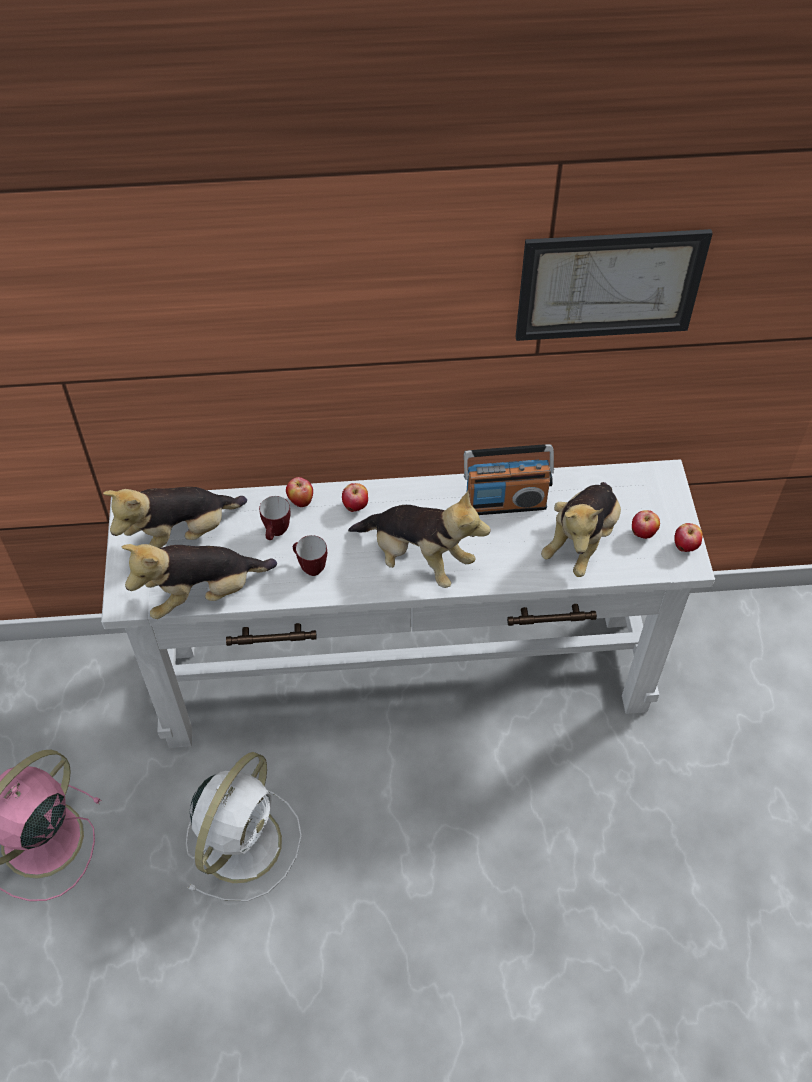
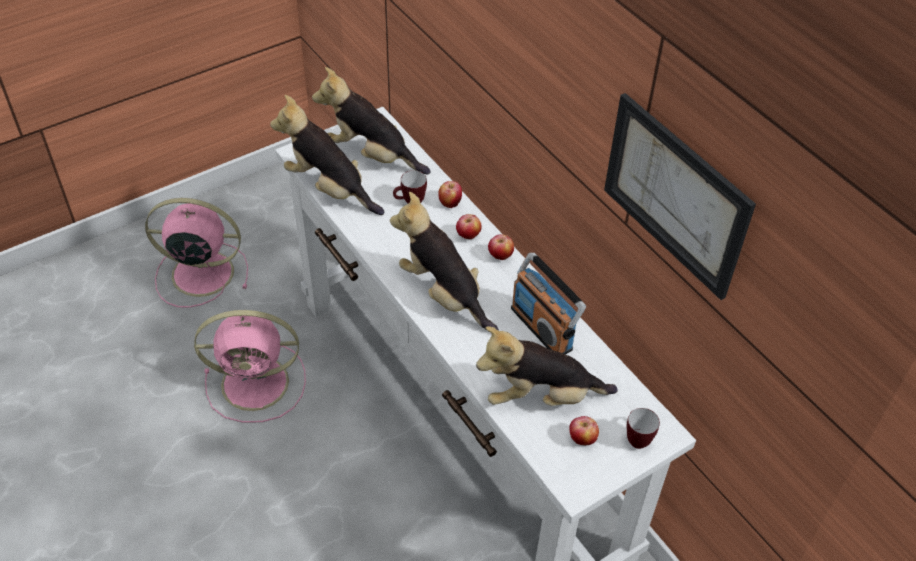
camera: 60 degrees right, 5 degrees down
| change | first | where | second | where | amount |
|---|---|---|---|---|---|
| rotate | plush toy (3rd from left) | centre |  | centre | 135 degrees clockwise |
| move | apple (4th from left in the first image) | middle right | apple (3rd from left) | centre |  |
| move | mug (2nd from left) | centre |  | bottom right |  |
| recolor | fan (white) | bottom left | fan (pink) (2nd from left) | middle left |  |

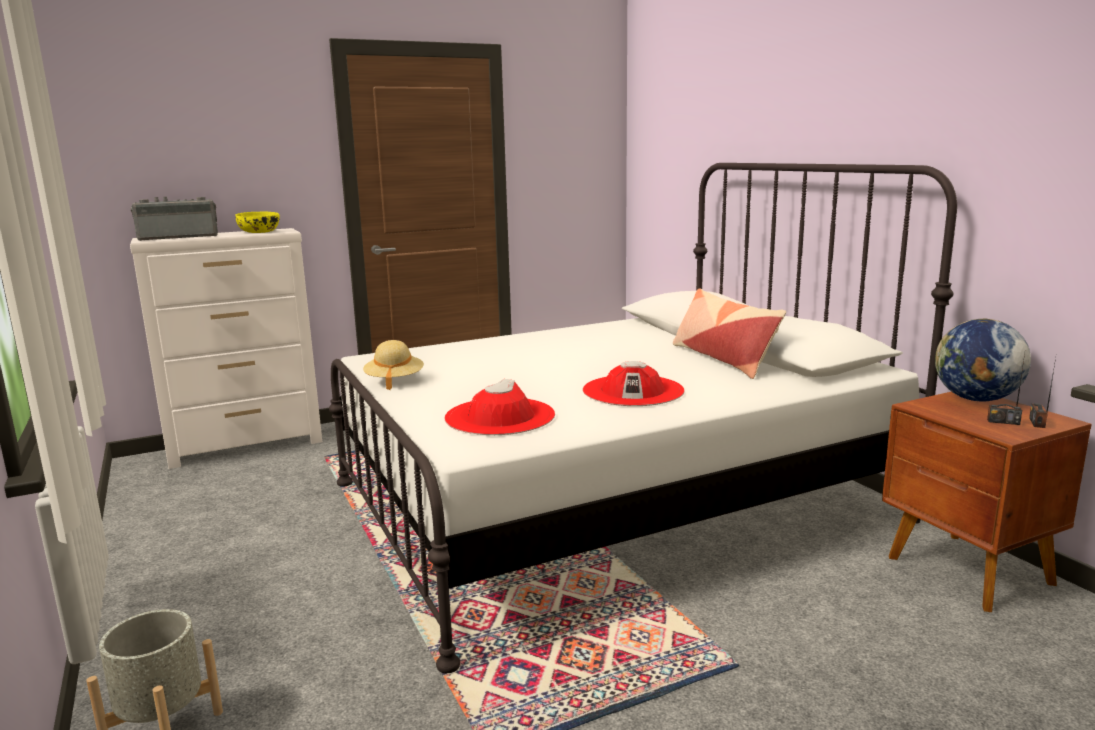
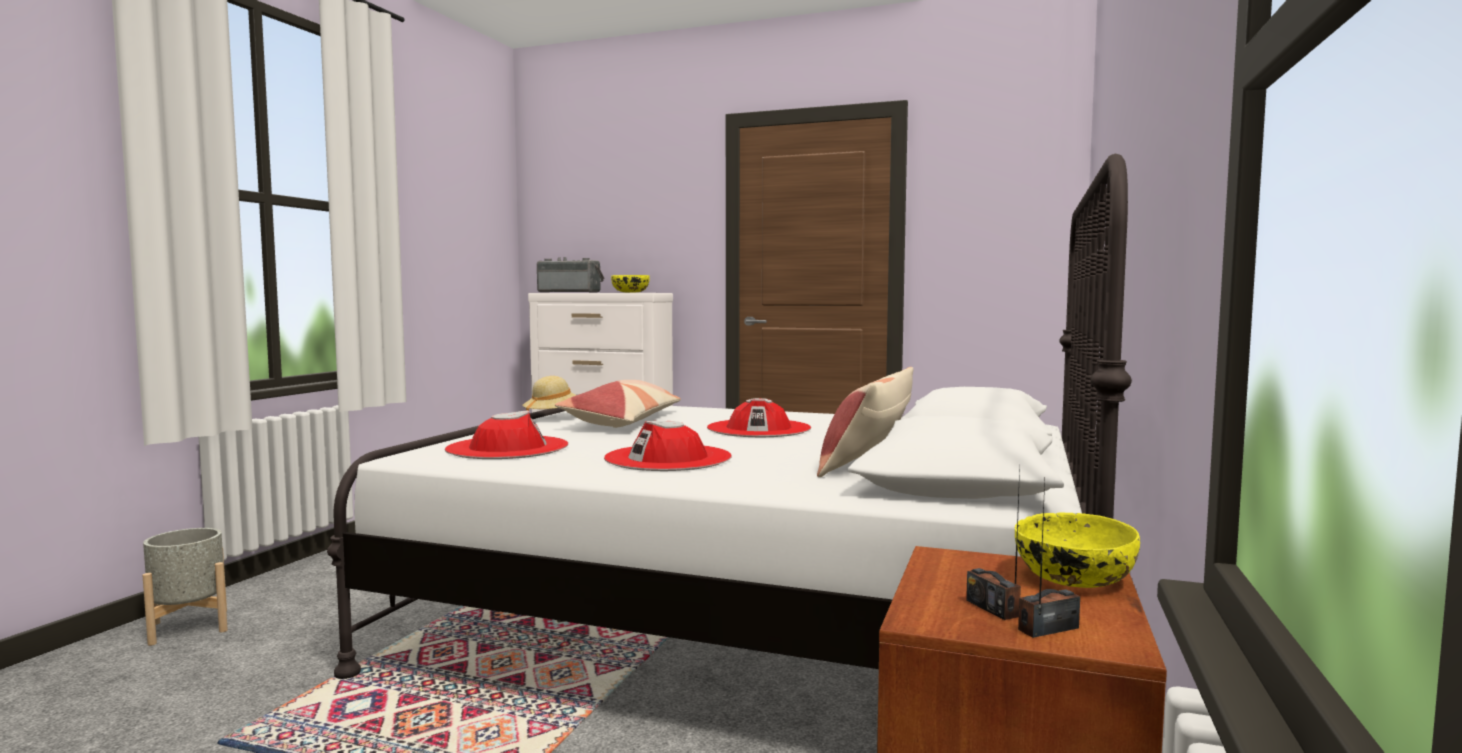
camera: 45 degrees right, 10 degrees down
| change | first | where | second | where | amount |
|---|---|---|---|---|---|
| replace | globe | middle right | bowl (yellow) (2nd from left) | bottom right |  |
| insert |  |  | pillow (1st from left) | centre |  |
| insert |  |  | hat (red) (3rd from left) | centre |  |

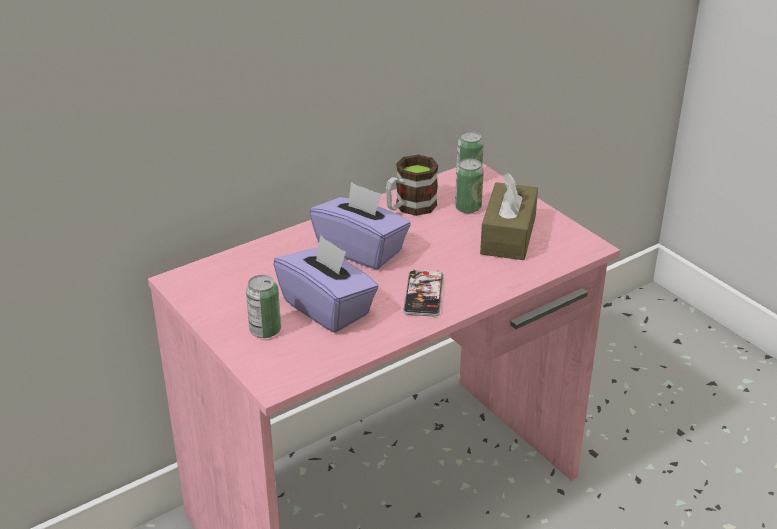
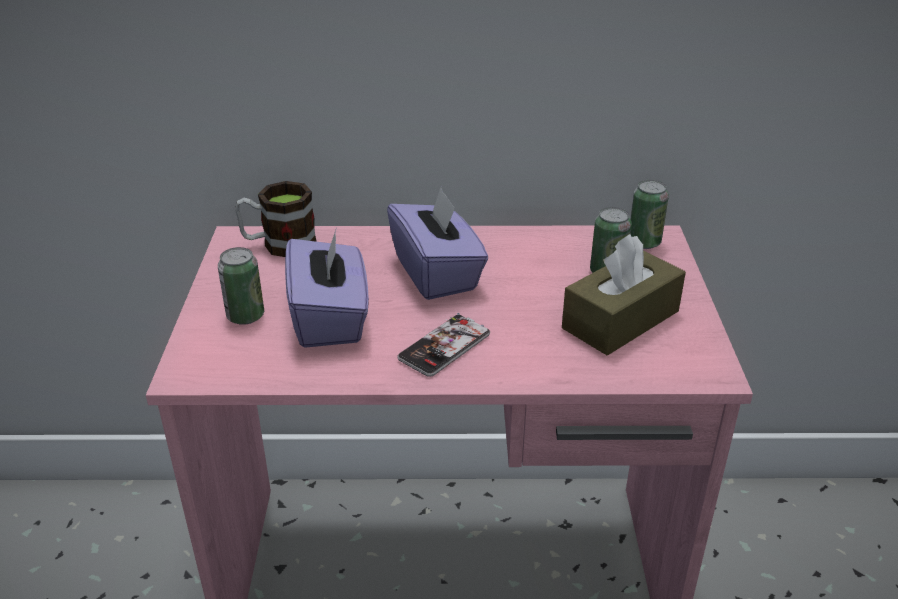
camera: 35 degrees right, 0 degrees up
| change | first | where | second | where | amount |
|---|---|---|---|---|---|
| move | mug | centre |  | middle left |  |

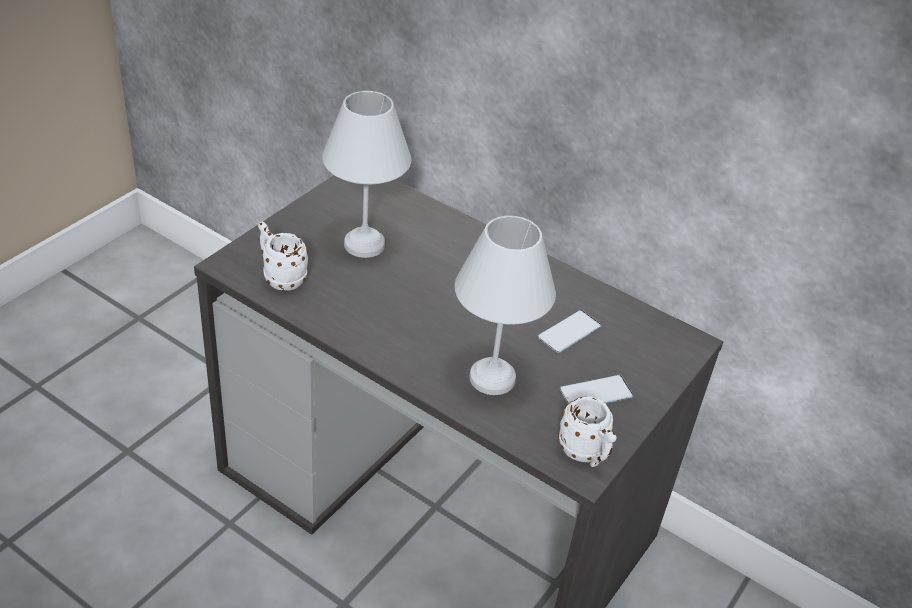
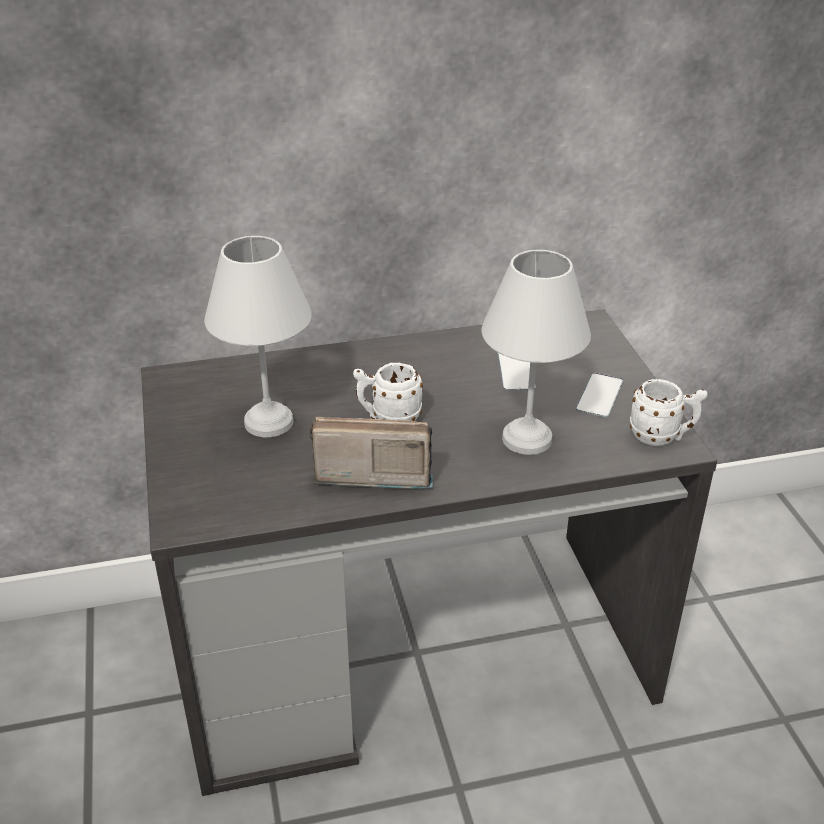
camera: 45 degrees left, 5 degrees down
| change | first | where | second | where | amount |
|---|---|---|---|---|---|
| move | mug (white) (1st from left) | middle left |  | centre |  |
| insert |  |  | radio | centre |  |

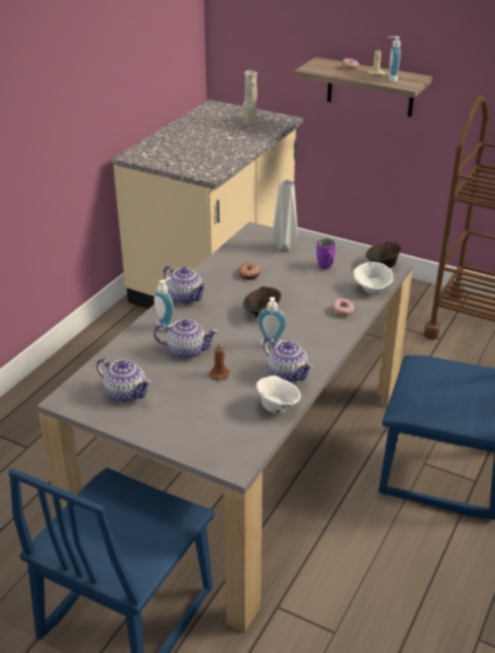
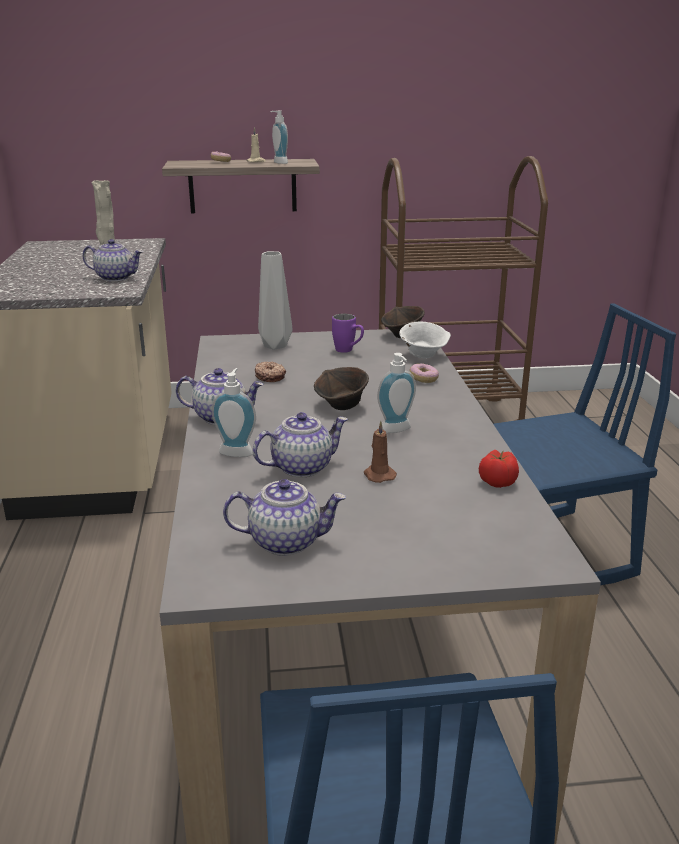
camera: 35 degrees left, 10 degrees down
| change | first | where | second | where | amount |
|---|---|---|---|---|---|
| move | teapot (4th from left in the first image) | centre | teapot (1st from left) | top left |  |
| replace | bowl (white) (1st from left) | centre | tomato | middle right |  |

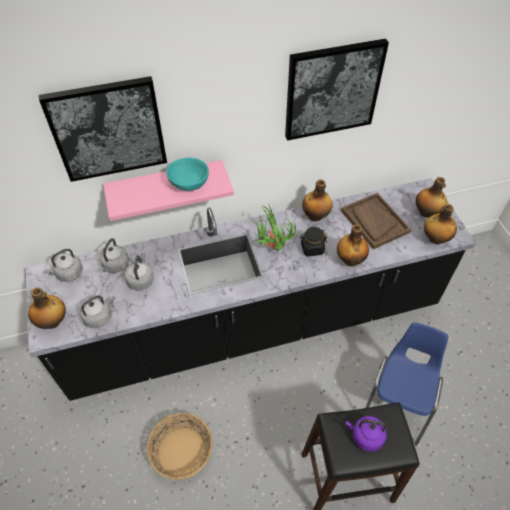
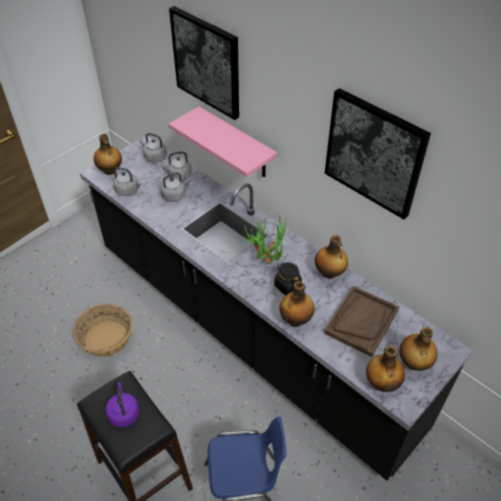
camera: 60 degrees right, 5 degrees down
| change | first | where | second | where | amount |
|---|---|---|---|---|---|
| delete | bowl (turquoise) | centre |  |  |  |

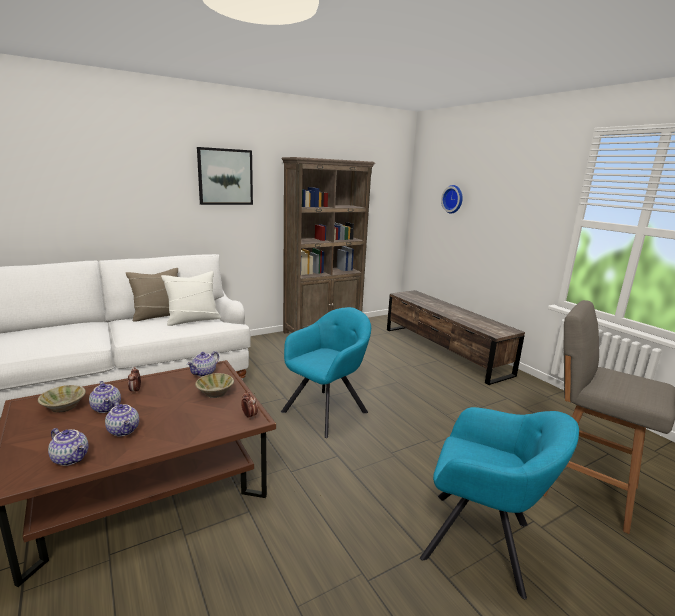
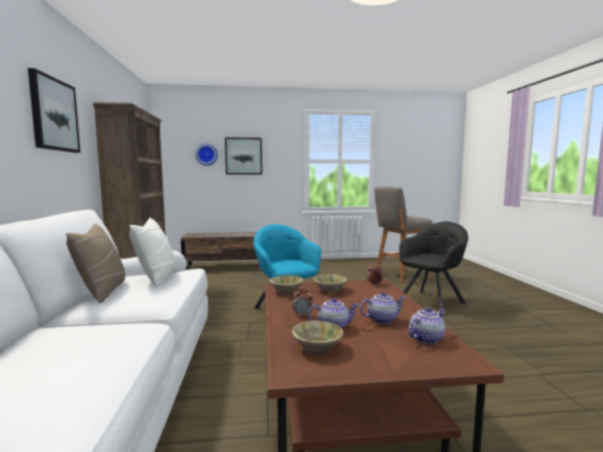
camera: 65 degrees left, 10 degrees down
| change | first | where | second | where | amount |
|---|---|---|---|---|---|
| replace | teapot (4th from left) | middle left | bowl (beige) (1st from left) | centre |  |
| recolor | armchair (turquoise) (2nd from left) | bottom right | armchair (black) | middle right |  |
| insert |  |  | picture (2nd from left) | centre |  |

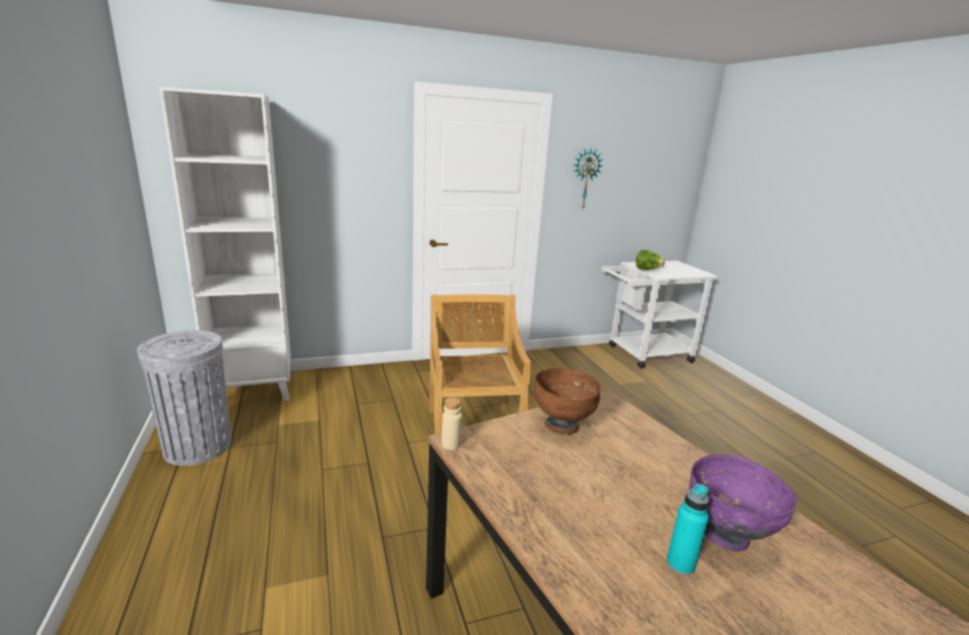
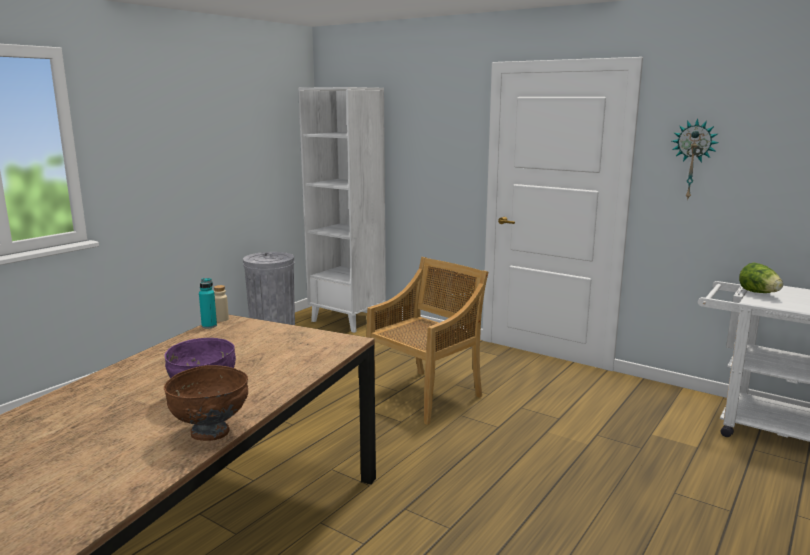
camera: 55 degrees right, 5 degrees down
| change | first | where | second | where | amount |
|---|---|---|---|---|---|
| move | bowl (brown) | centre |  | bottom left |  |
| move | bottle (turquoise) | bottom right |  | middle left |  |

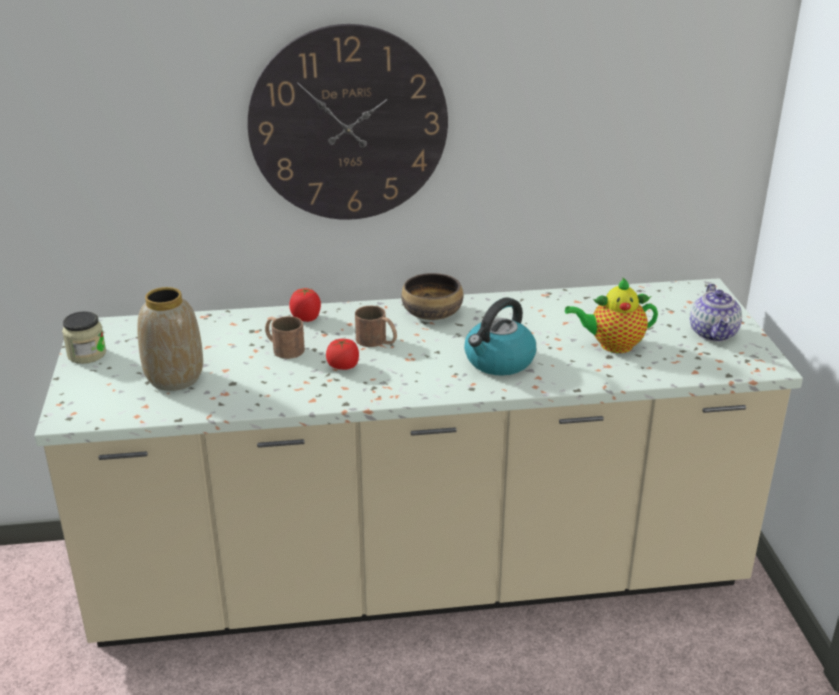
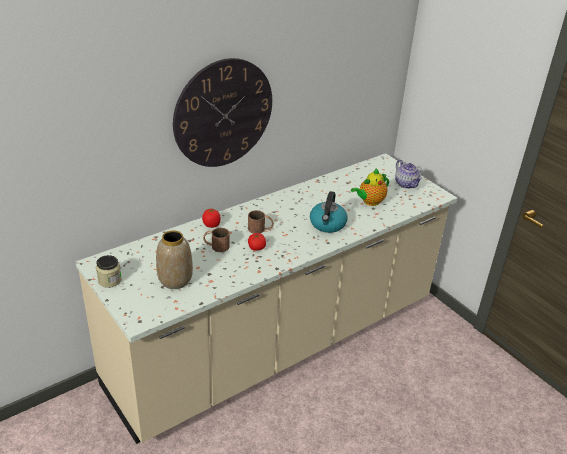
camera: 30 degrees left, 5 degrees up
| change | first | where | second | where | amount |
|---|---|---|---|---|---|
| delete | bowl | centre |  |  |  |

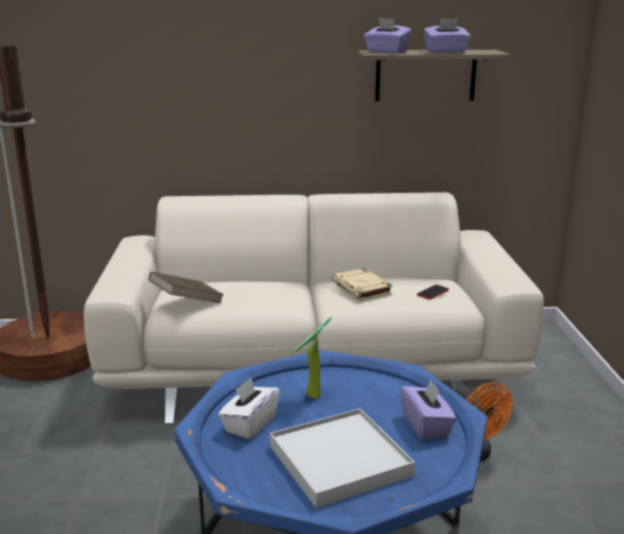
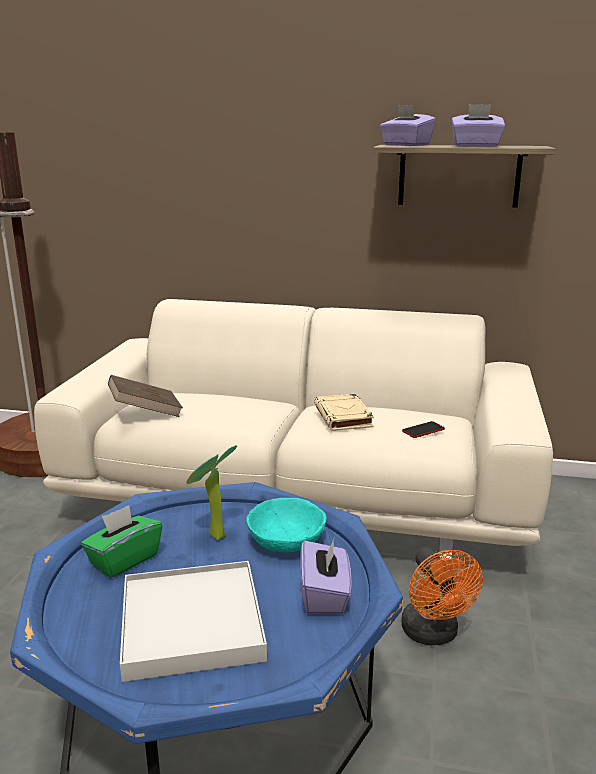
camera: 15 degrees right, 0 degrees up
| change | first | where | second | where | amount |
|---|---|---|---|---|---|
| recolor | tissue box (white) | bottom centre | tissue box (green) | bottom left |  |
| insert |  |  | bowl (turquoise) | bottom centre |  |

